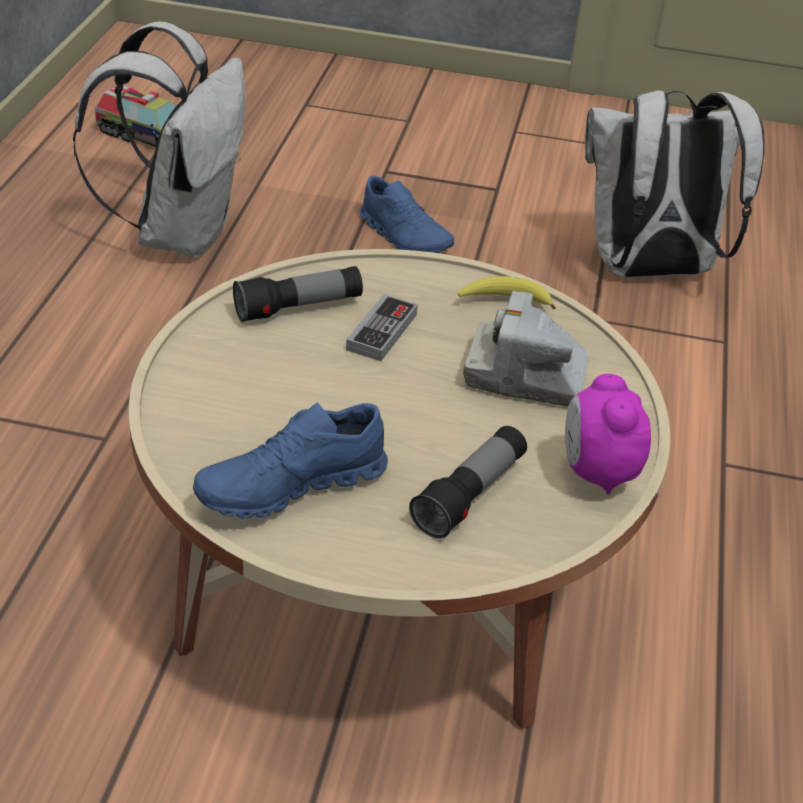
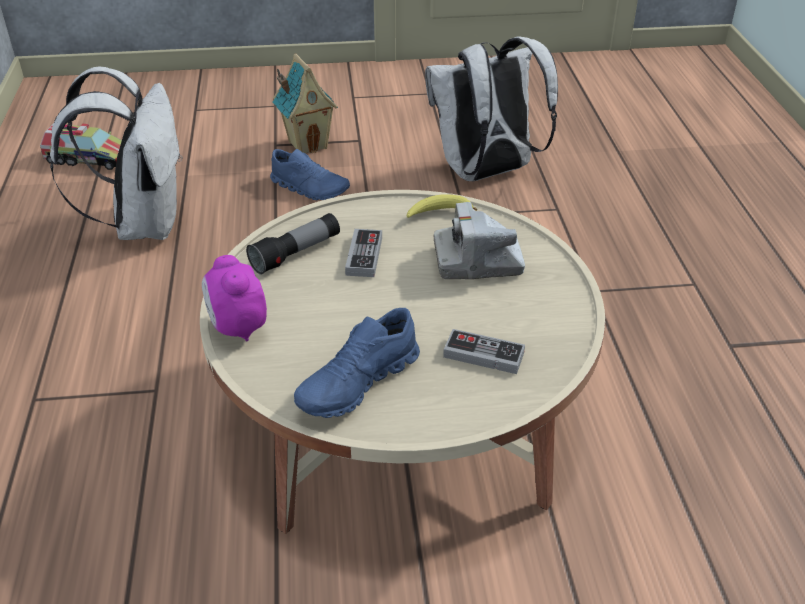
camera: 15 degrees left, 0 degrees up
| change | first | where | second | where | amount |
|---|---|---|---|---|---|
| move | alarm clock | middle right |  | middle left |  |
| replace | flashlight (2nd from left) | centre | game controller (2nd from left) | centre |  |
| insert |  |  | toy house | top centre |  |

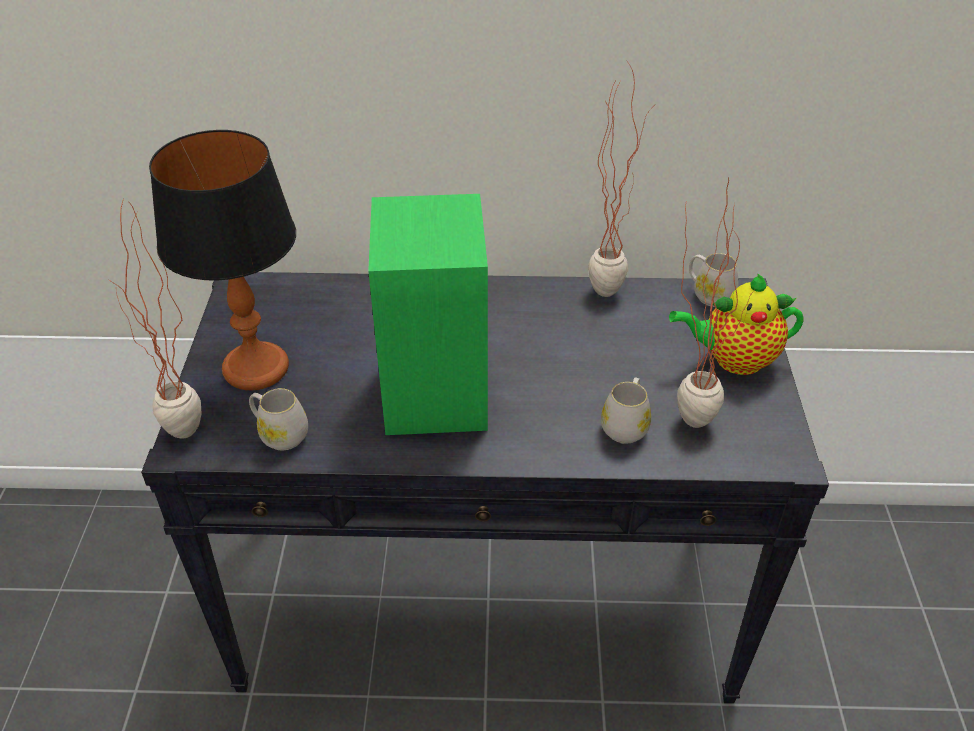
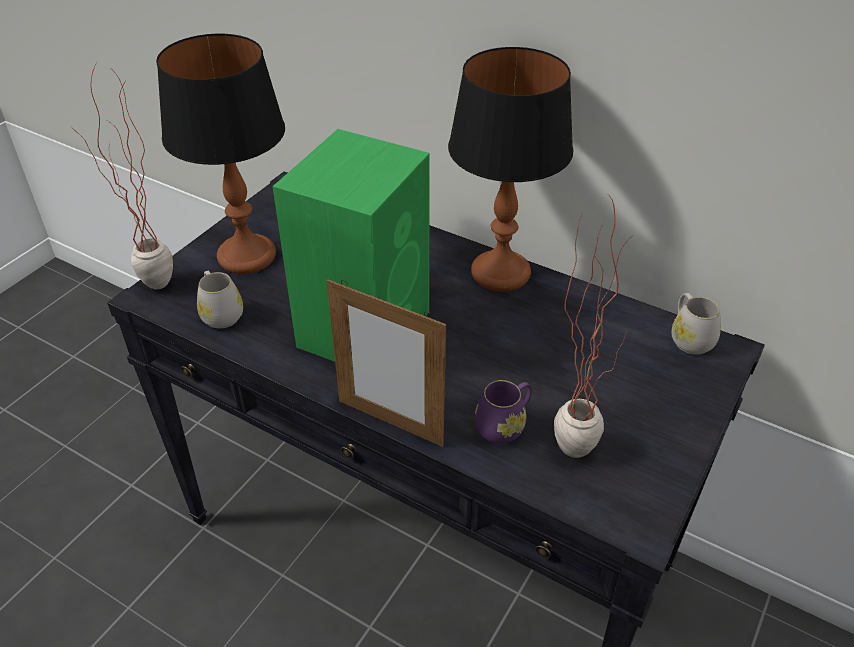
camera: 30 degrees right, 0 degrees up
| change | first | where | second | where | amount |
|---|---|---|---|---|---|
| delete | potted plant (2nd from left) | top centre |  |  |  |
| delete | teapot | middle right |  |  |  |
| recolor | mug (white) (2nd from left) | centre | mug (purple) | centre |  |
| insert |  |  | table lamp (2nd from left) | top centre |  |
| insert |  |  | picture frame | centre |  |

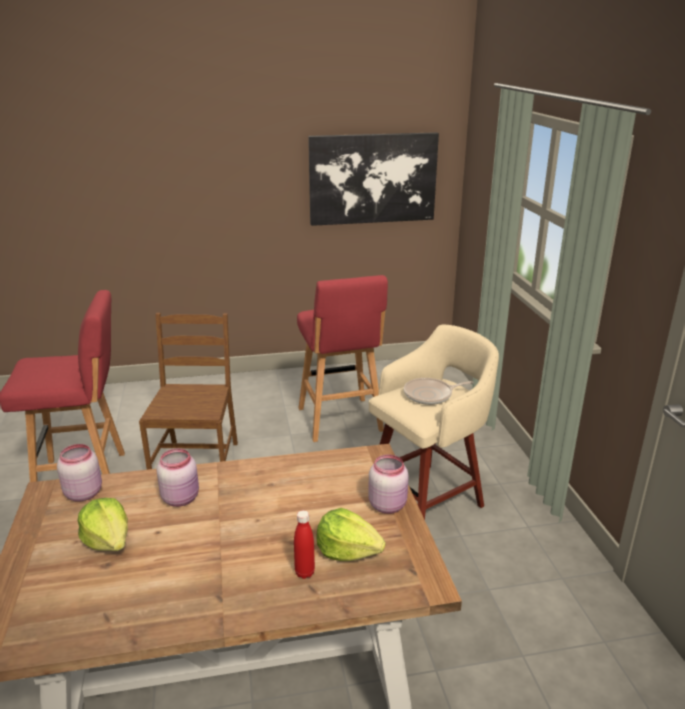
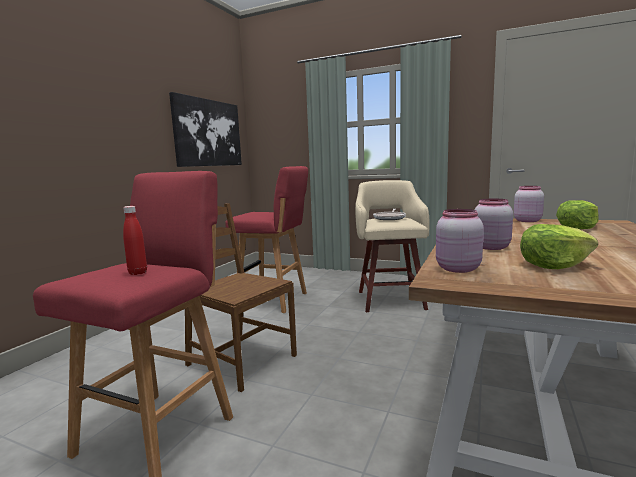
camera: 55 degrees left, 15 degrees down
| change | first | where | second | where | amount |
|---|---|---|---|---|---|
| move | bottle (red) | bottom centre |  | middle left |  |

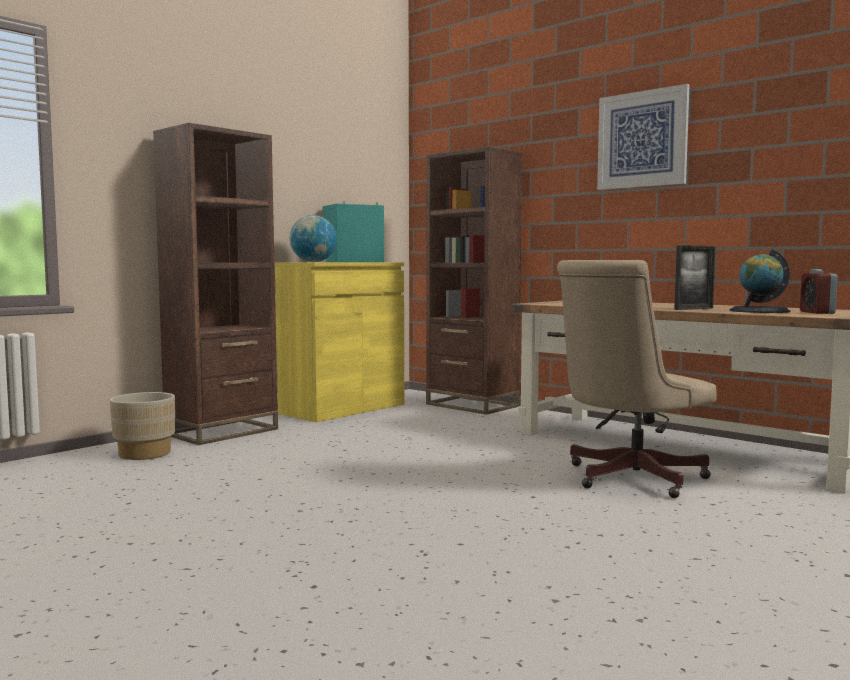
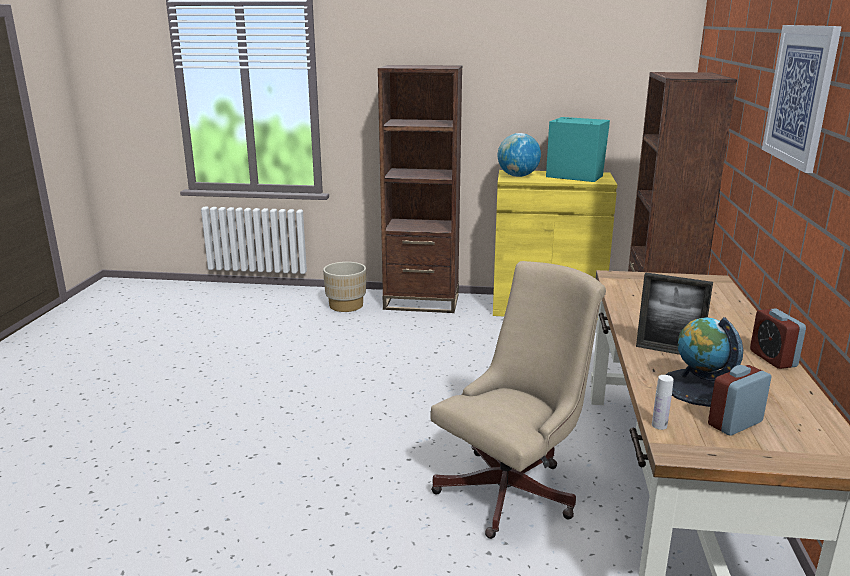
camera: 55 degrees right, 15 degrees up
| change | first | where | second | where | amount |
|---|---|---|---|---|---|
| rotate | office chair (beige) | middle right |  | bottom centre | 120 degrees clockwise |
| insert |  |  | alarm clock (2nd from left) | middle right |  |
| insert |  |  | bottle (white) | bottom right |  |

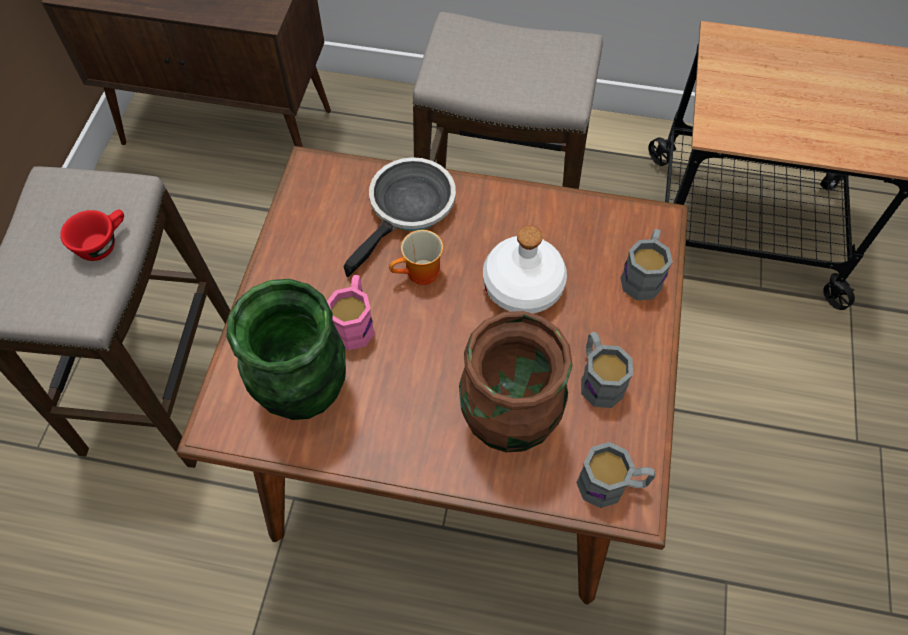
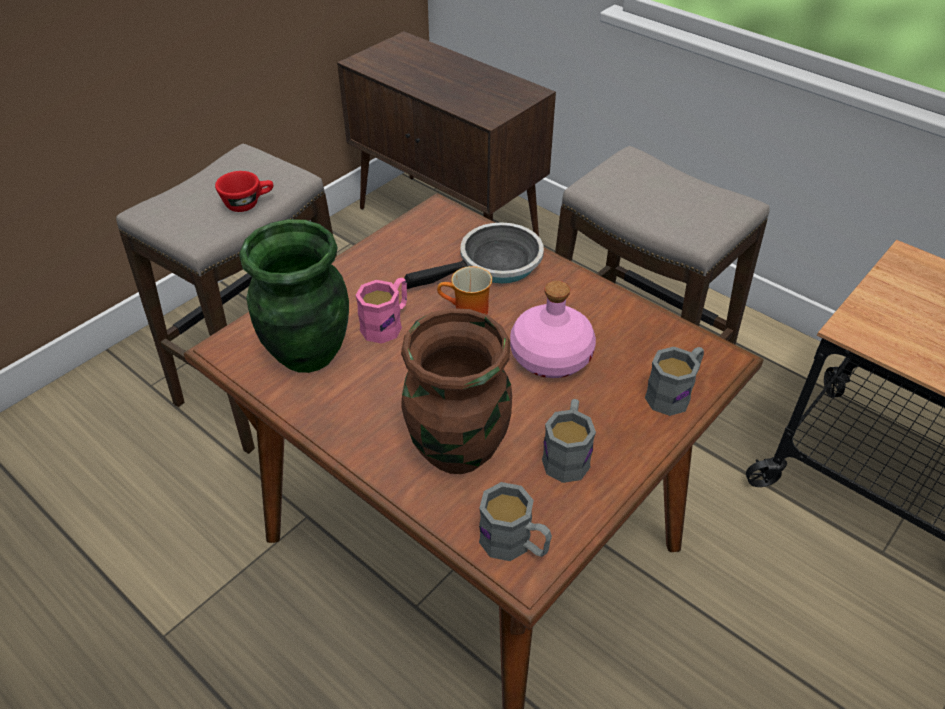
camera: 30 degrees right, 15 degrees down
| change | first | where | second | where | amount |
|---|---|---|---|---|---|
| recolor | bottle (white) | centre | bottle (pink) | centre |  |

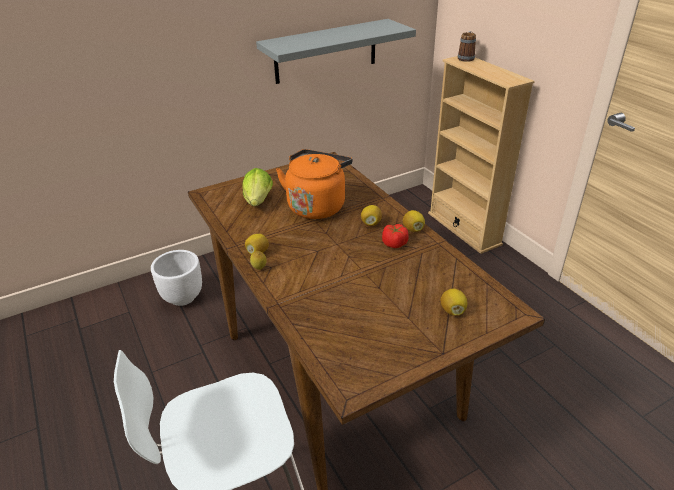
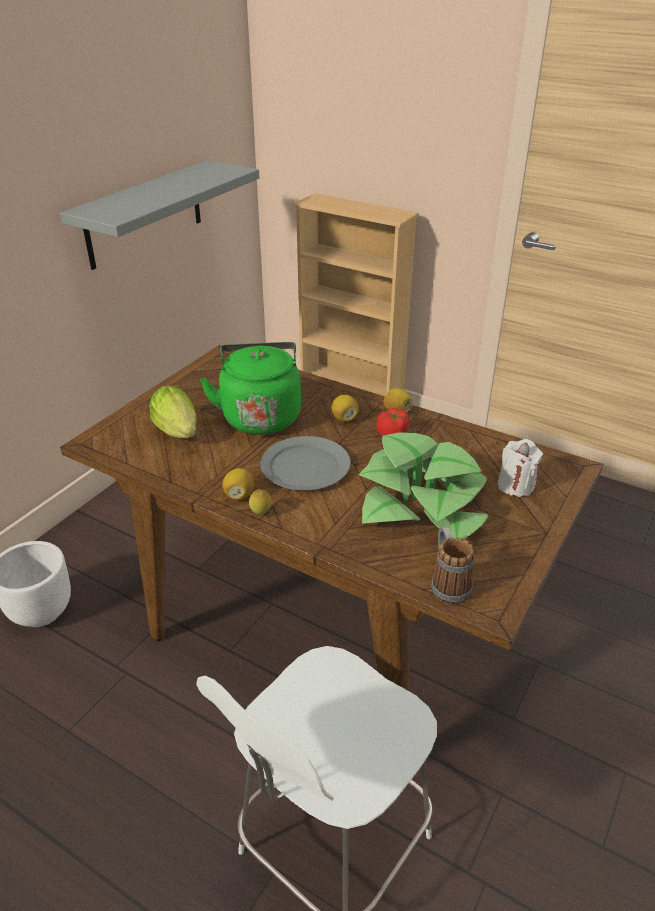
camera: 30 degrees left, 0 degrees up
| change | first | where | second | where | amount |
|---|---|---|---|---|---|
| move | mug | top right |  | middle right |  |
| recolor | kettle (orange) | centre | kettle (green) | centre |  |
| replace | lemon (5th from left) | middle right | candle (white) | middle right |  |
| insert |  |  | potted plant | centre |  |
| insert |  |  | plate (grey) | centre |  |

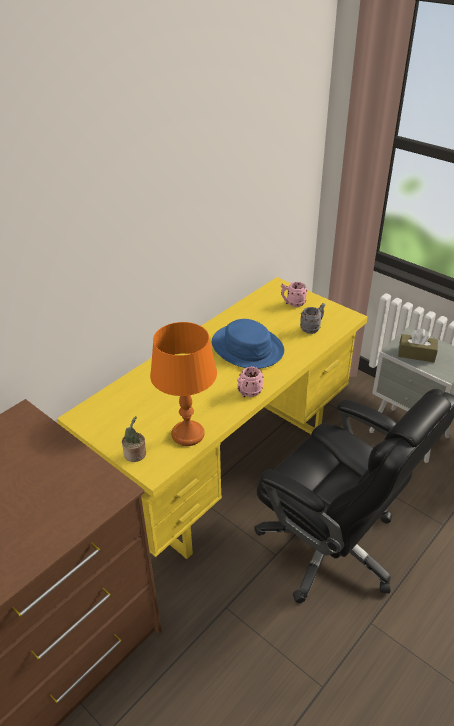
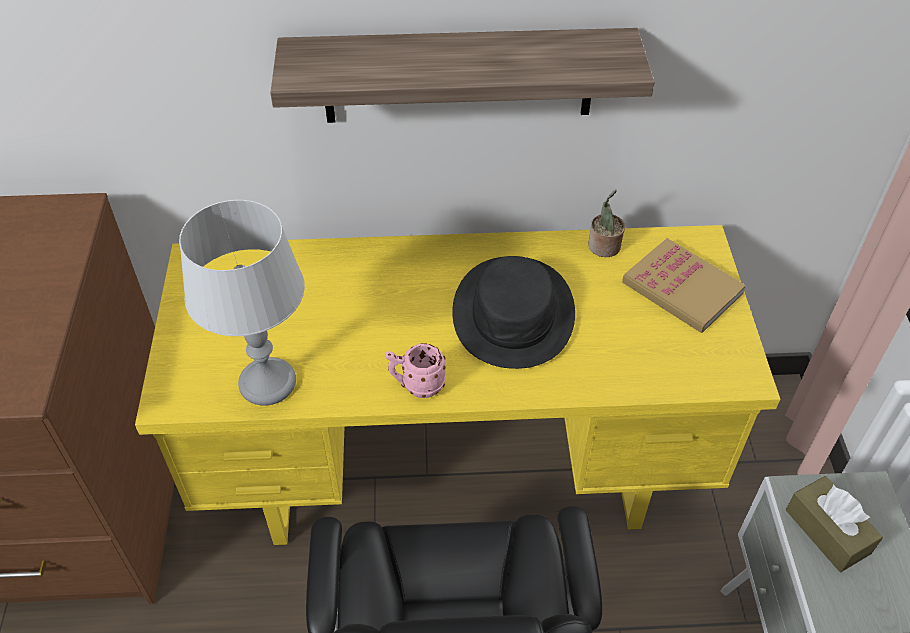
camera: 45 degrees right, 10 degrees up
| change | first | where | second | where | amount |
|---|---|---|---|---|---|
| replace | mug (pink) (2nd from left) | centre | book | middle right |  |
| delete | mug (grey) | middle right |  |  |  |
| recolor | hat (blue) | centre | hat (black) | centre |  |
| recolor | table lamp (orange) | centre | table lamp (grey) | middle left |  |
| move | potted plant | middle left |  | centre |  |
| insert |  |  | shelf | top centre |  |

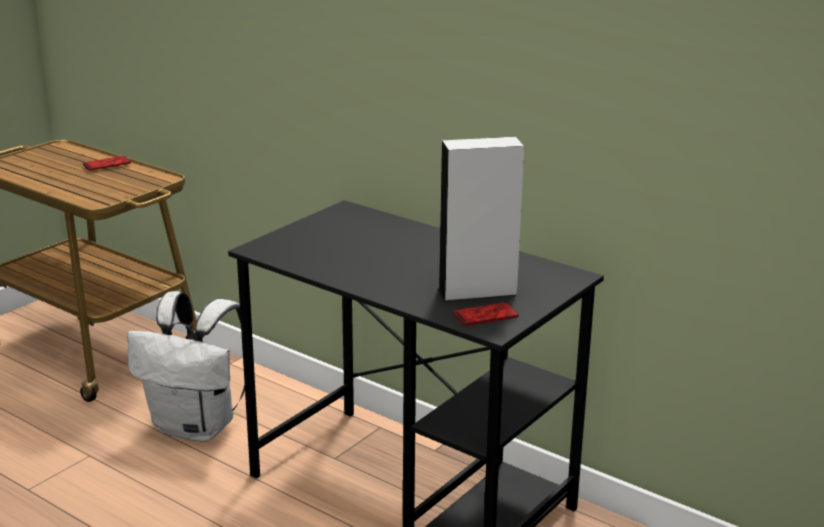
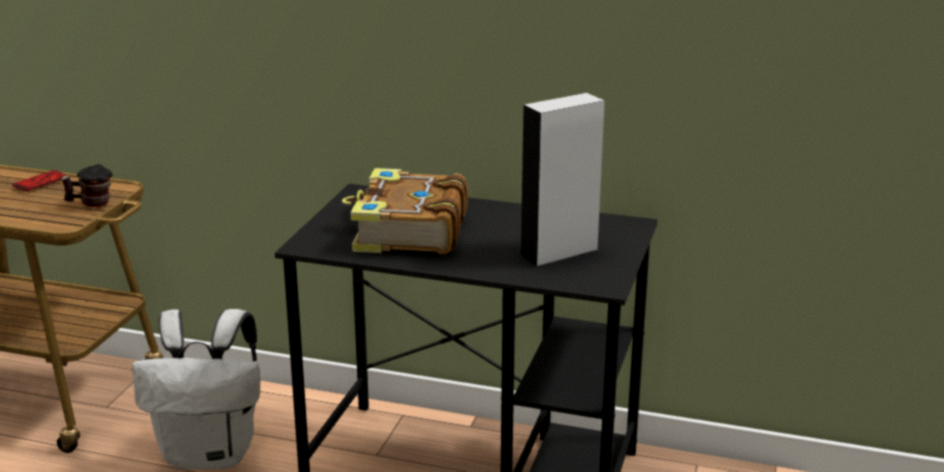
camera: 20 degrees left, 0 degrees up
| change | first | where | second | where | amount |
|---|---|---|---|---|---|
| delete | phone (2nd from left) | centre |  |  |  |
| insert |  |  | mug | middle left |  |
| insert |  |  | book | centre |  |

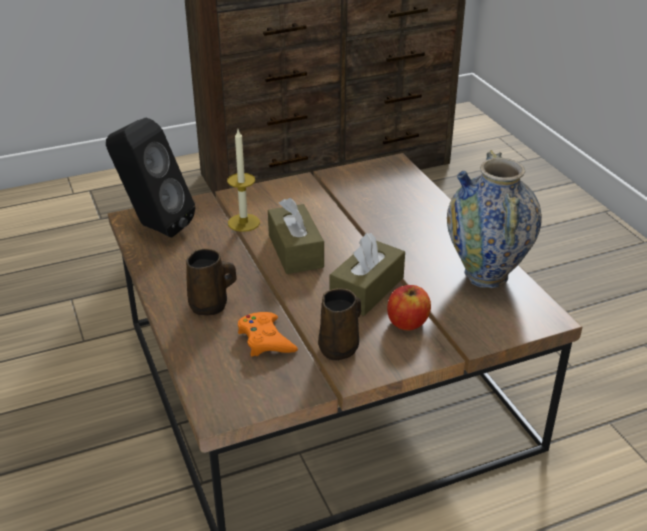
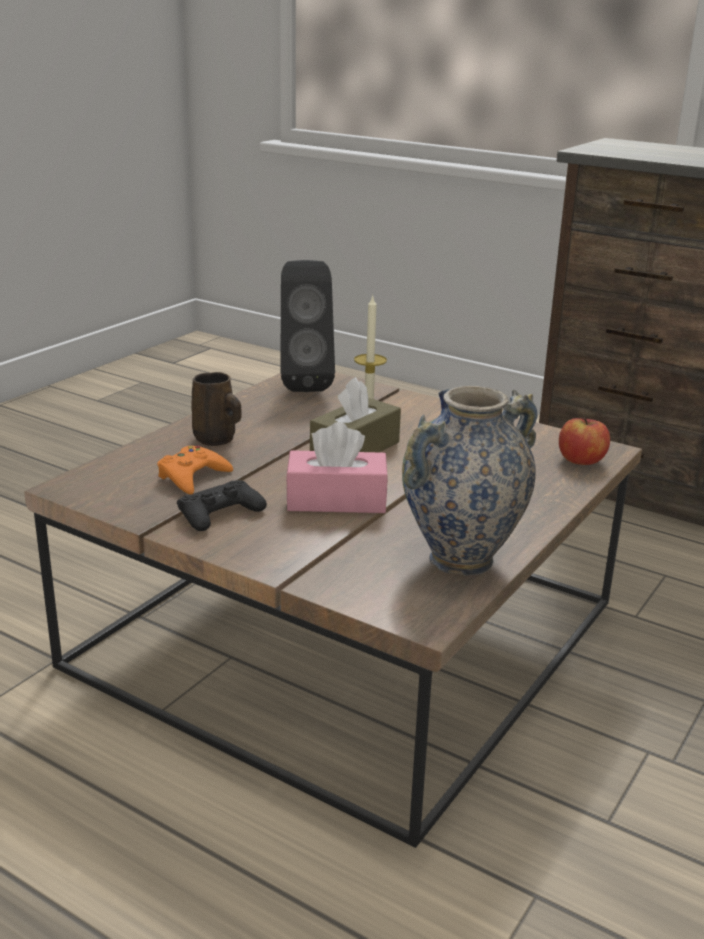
camera: 55 degrees right, 10 degrees down
| change | first | where | second | where | amount |
|---|---|---|---|---|---|
| recolor | tissue box (brown) (2nd from left) | centre | tissue box (pink) | centre |  |
| move | apple | centre |  | middle right |  |
| replace | mug (brown) (2nd from left) | centre | game controller (black) | middle left |  |

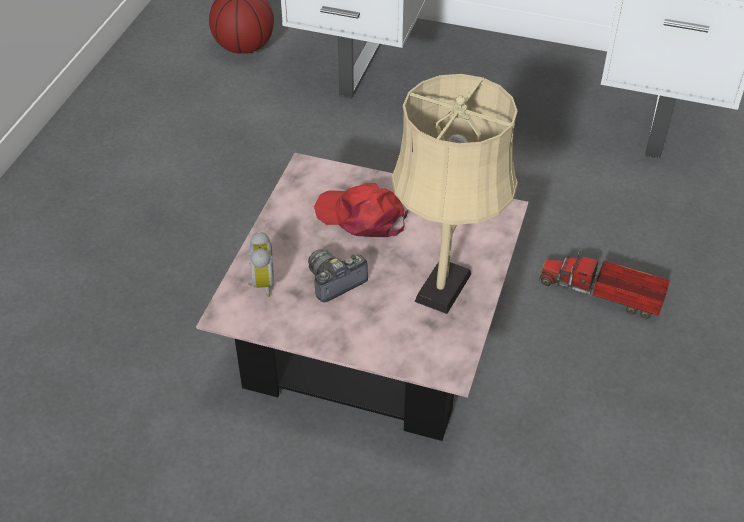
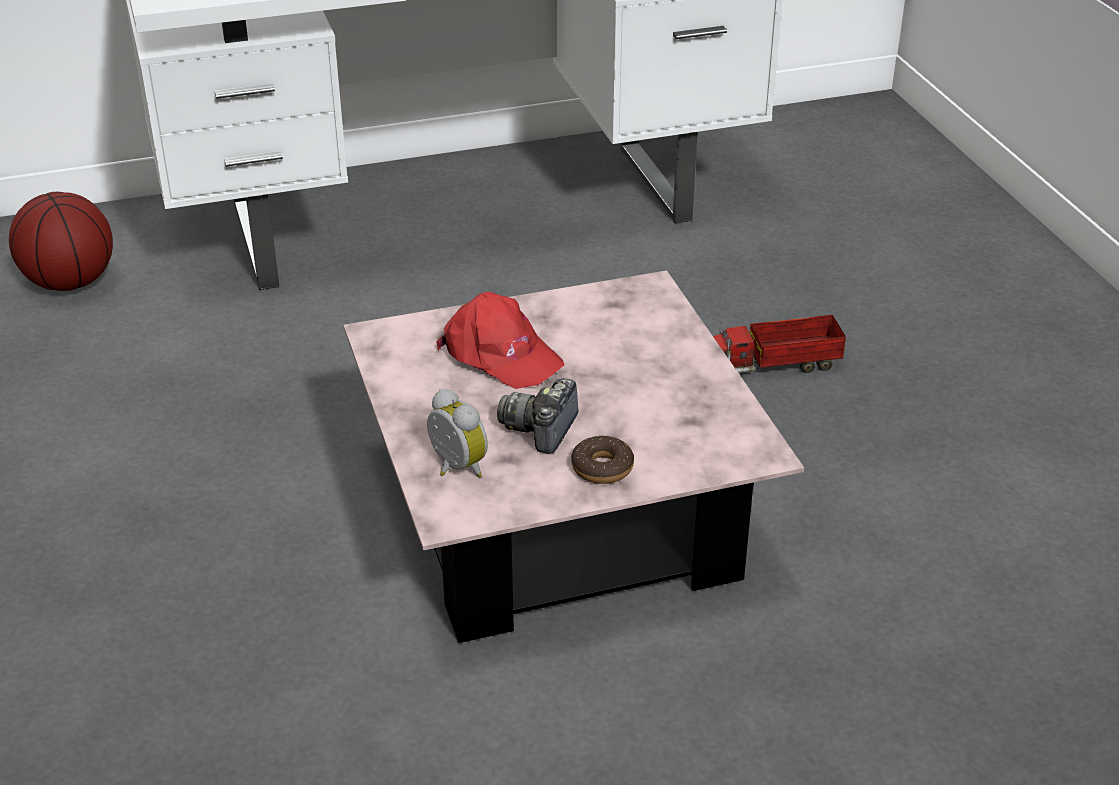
camera: 35 degrees left, 10 degrees down
| change | first | where | second | where | amount |
|---|---|---|---|---|---|
| delete | table lamp (beige) | centre |  |  |  |
| rotate | cap (red) | centre |  | centre | 135 degrees counterclockwise |
| insert |  |  | donut | centre |  |

